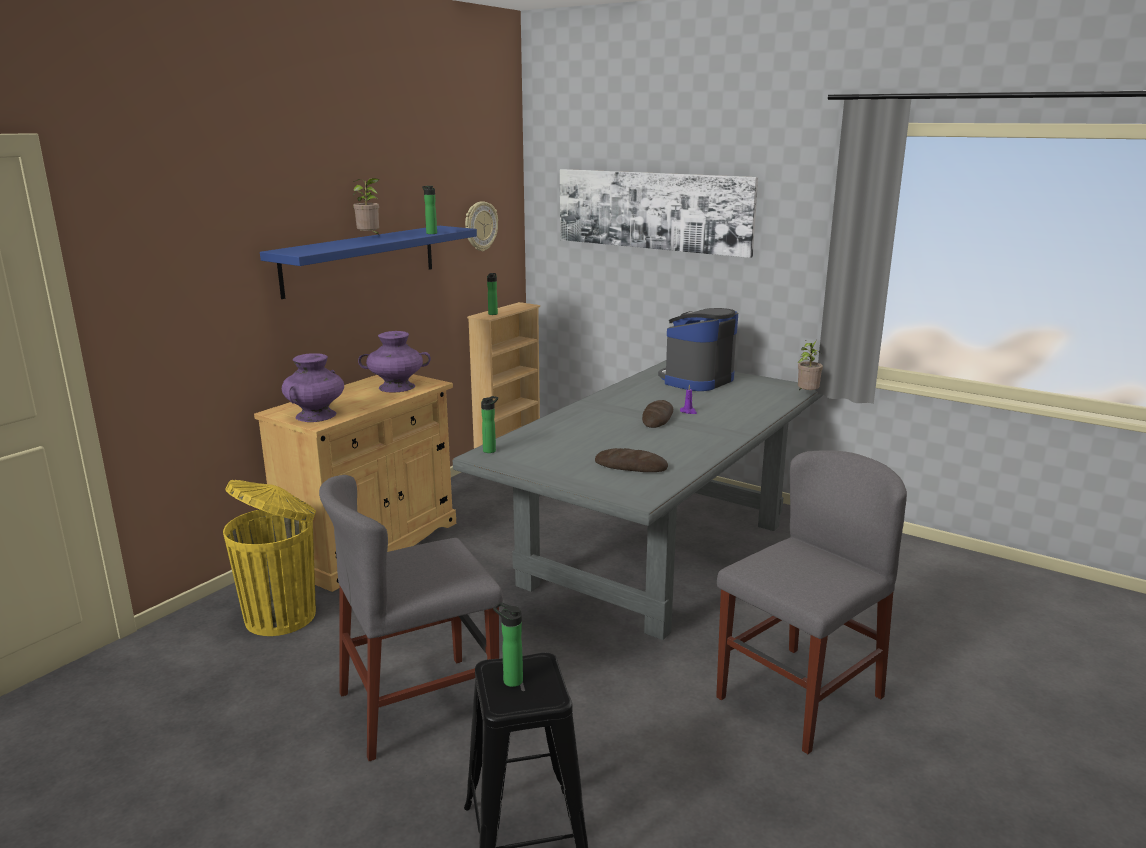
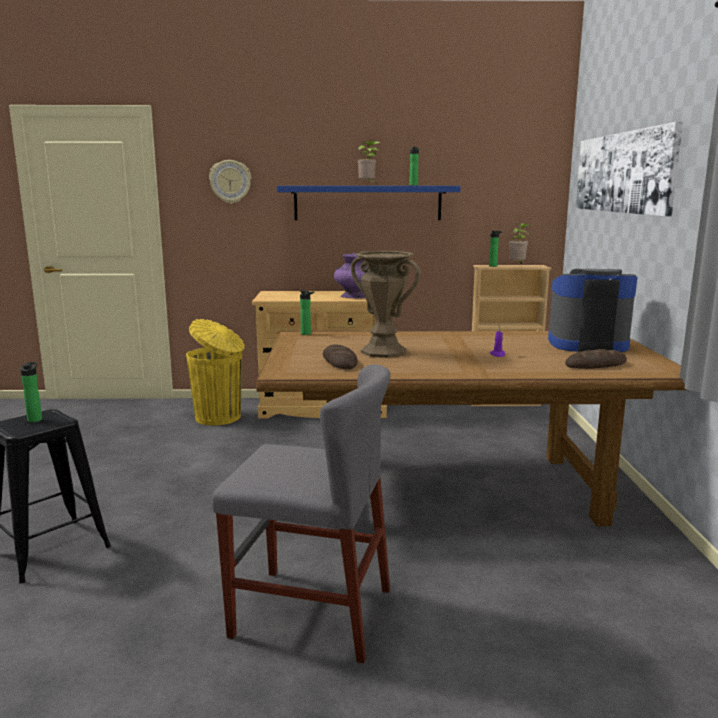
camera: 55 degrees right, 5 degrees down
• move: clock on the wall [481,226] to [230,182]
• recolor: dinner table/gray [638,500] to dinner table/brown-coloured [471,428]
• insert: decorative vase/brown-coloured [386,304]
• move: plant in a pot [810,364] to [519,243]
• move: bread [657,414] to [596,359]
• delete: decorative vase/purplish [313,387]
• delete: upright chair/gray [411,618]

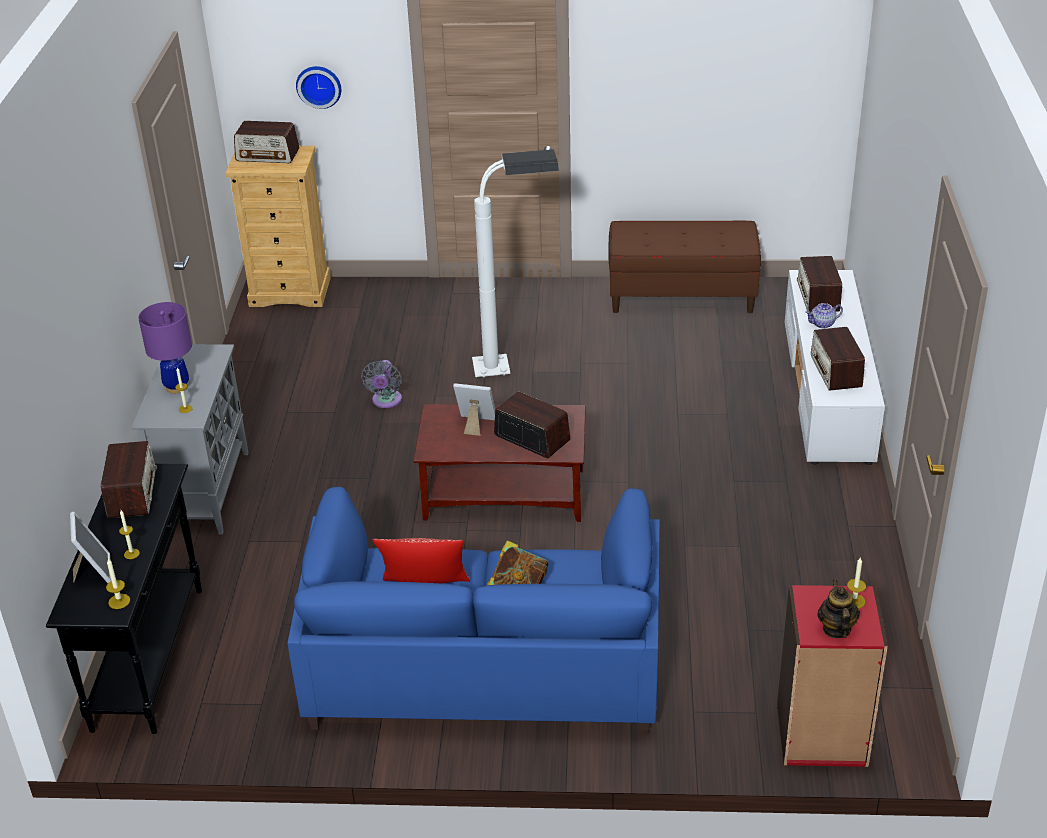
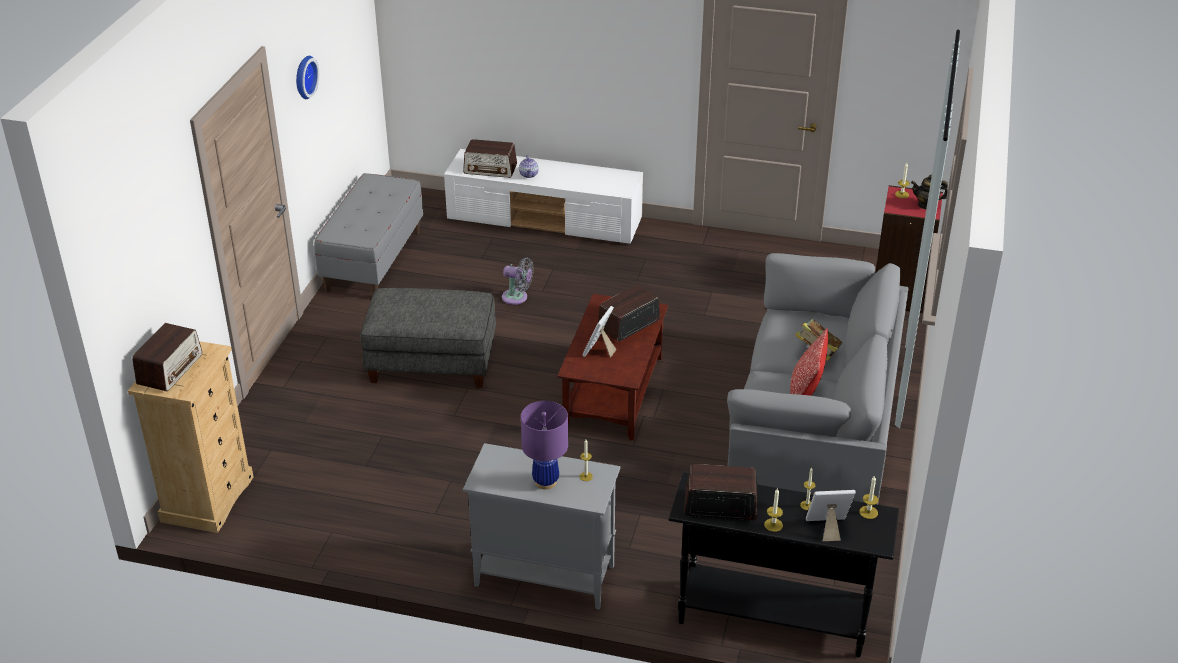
camera: 80 degrees left, 0 degrees up
• move: clock on the wall [318,87] to [307,77]
• recolor: bench/brown-coloured [684,266] to bench/gray [368,234]
• replace: floor lamp/whitish [515,263] to footrest/gray [428,338]
• move: cooling fan/gray [381,384] to [518,281]
• recolor: settee/bluish [473,611] to settee/gray [818,379]
• insert: wax candle [773,510]
• delete: radio set [838,359]

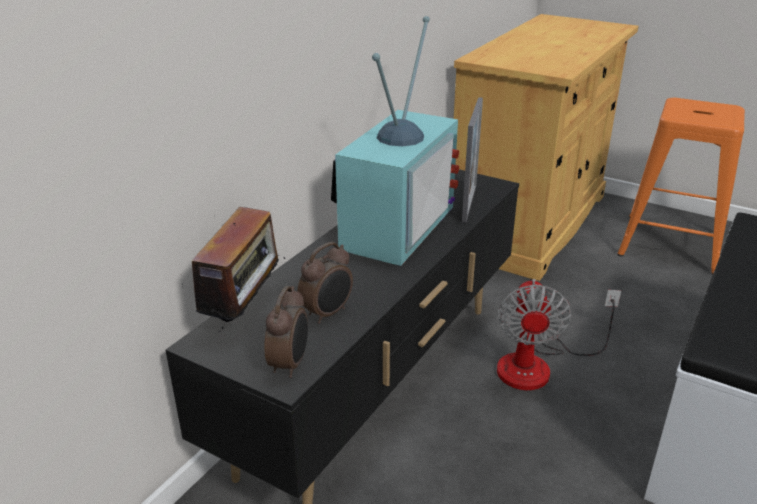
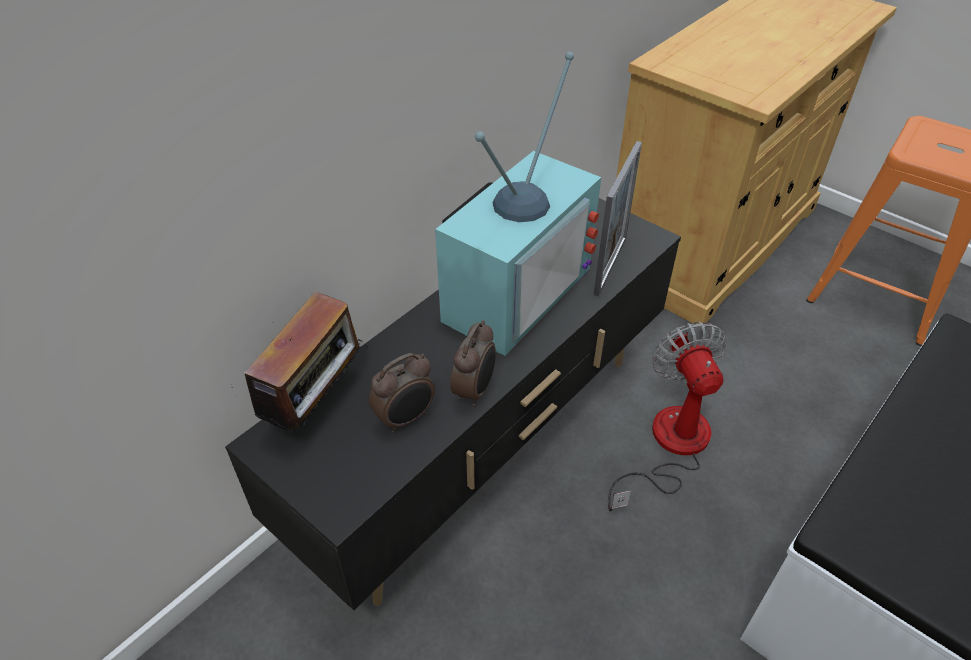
camera: 10 degrees right, 15 degrees up
• move: table clock [286,332] to [473,363]
• rotate: cooling fan [559,334] = [667,417] 150 degrees clockwise

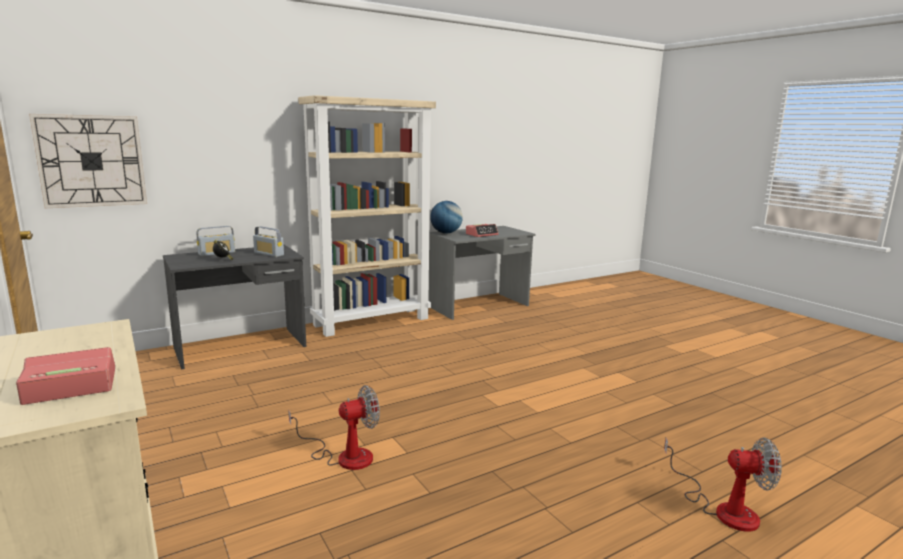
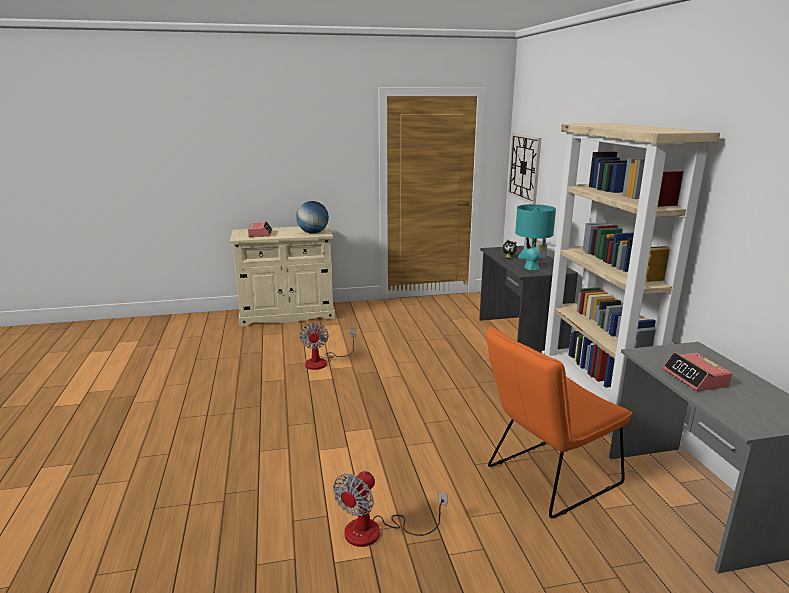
camera: 110 degrees right, 5 degrees up
• move: world globe [446,217] to [312,217]
• move: cooling fan [723,484] to [390,509]
• insert: upright chair/orangey [559,422]
• replace: radio set [268,241] to table lamp/blue-green [535,237]

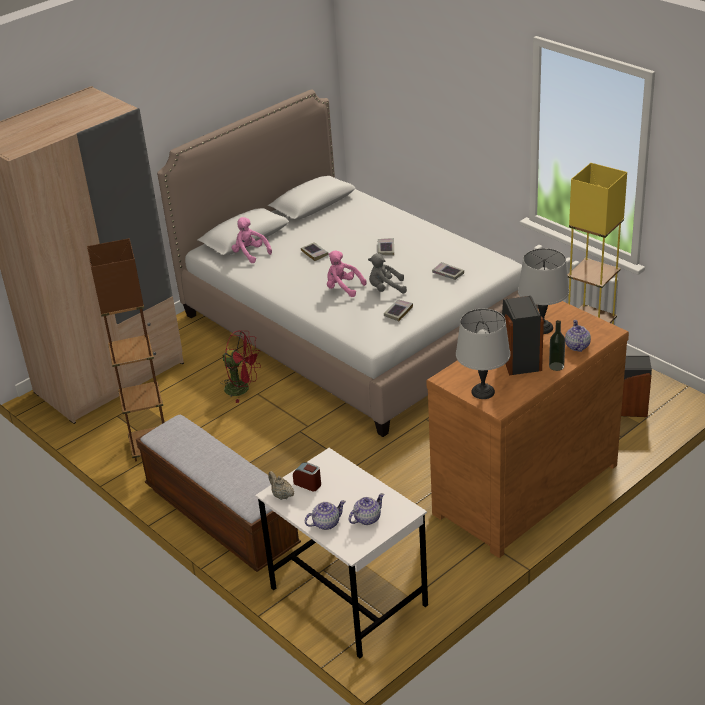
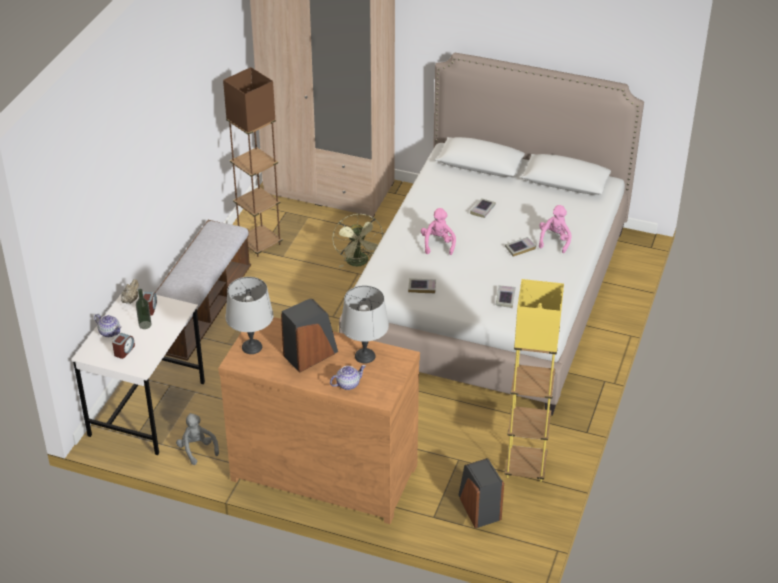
camera: 60 degrees right, 5 degrees up
• replace: tea pot [366,509] to table clock [123,346]
• move: drink bottle [557,345] to [143,309]
• move: cuddly toy/gray [387,273] to [197,439]
• recolor: cooling fan/reddish [241,366] to cooling fan/green-coloured [357,240]
• move: cuddly toy/pinkish [252,240] to [555,229]

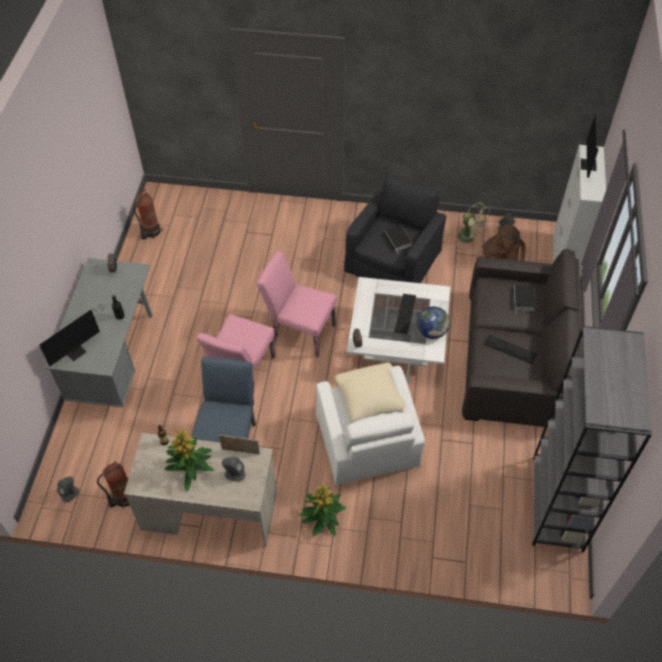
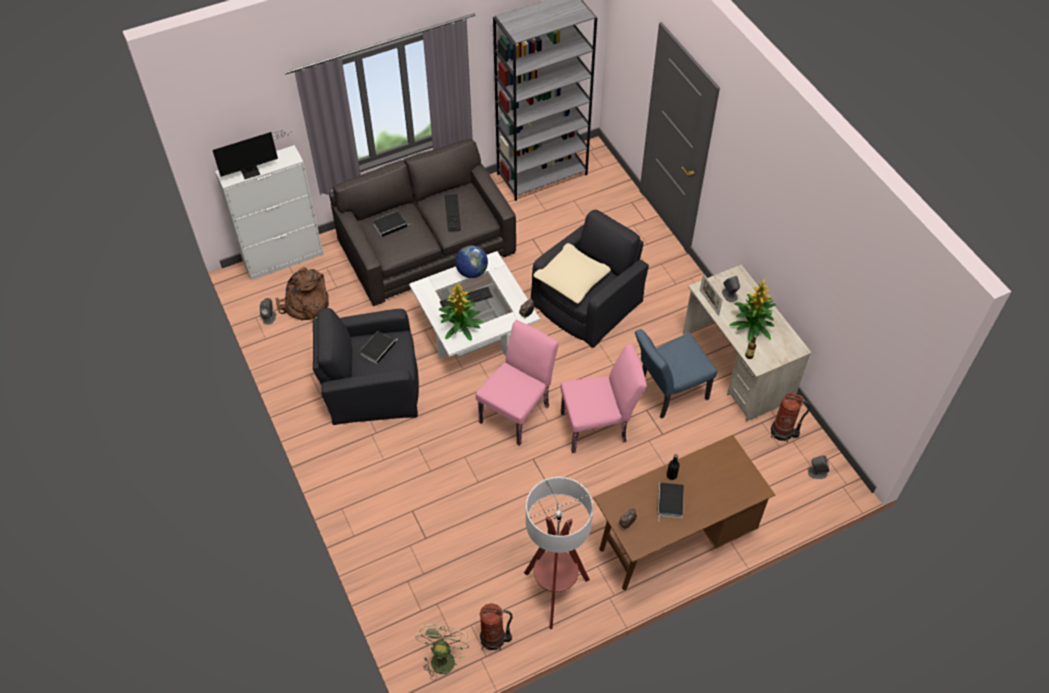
camera: 125 degrees left, 0 degrees up
• move: cooling fan/green-coloured [473,225] to [442,652]
• move: plant in a pot [323,509] to [461,311]
• rotate: upright chair/pinkish [297,304] = [517,383] 135 degrees counterclockwise
• insert: floor lamp [558,553]
• recolor: armchair/whitish [370,426] to armchair/blackish [590,279]
• recolor: desk table/gray [98,333] to desk table/brown-coloured [684,512]
• insert: book [670,502]
• delete: monitor [72,335]

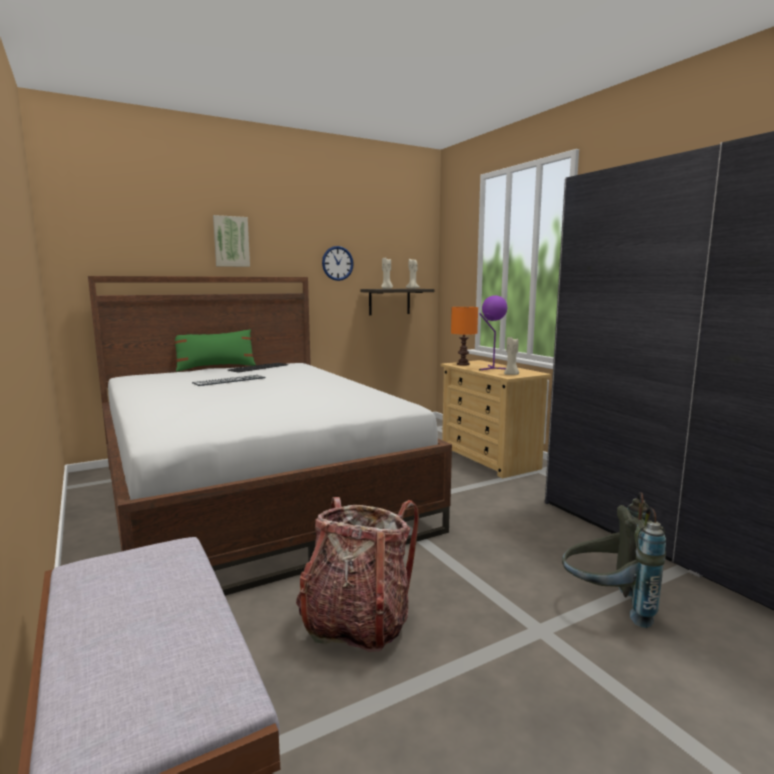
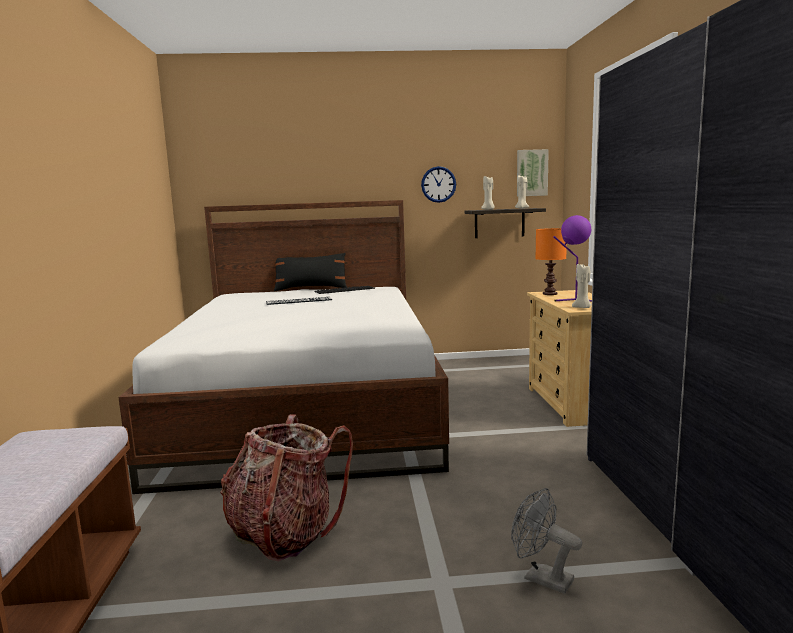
camera: 25 degrees right, 0 degrees up
• recolor: throw pillow/green-coloured [215,350] to throw pillow/blackish [310,272]
• replace: backpack/gray [614,560] to cooling fan/gray [546,541]
• move: wall art [231,241] to [533,173]

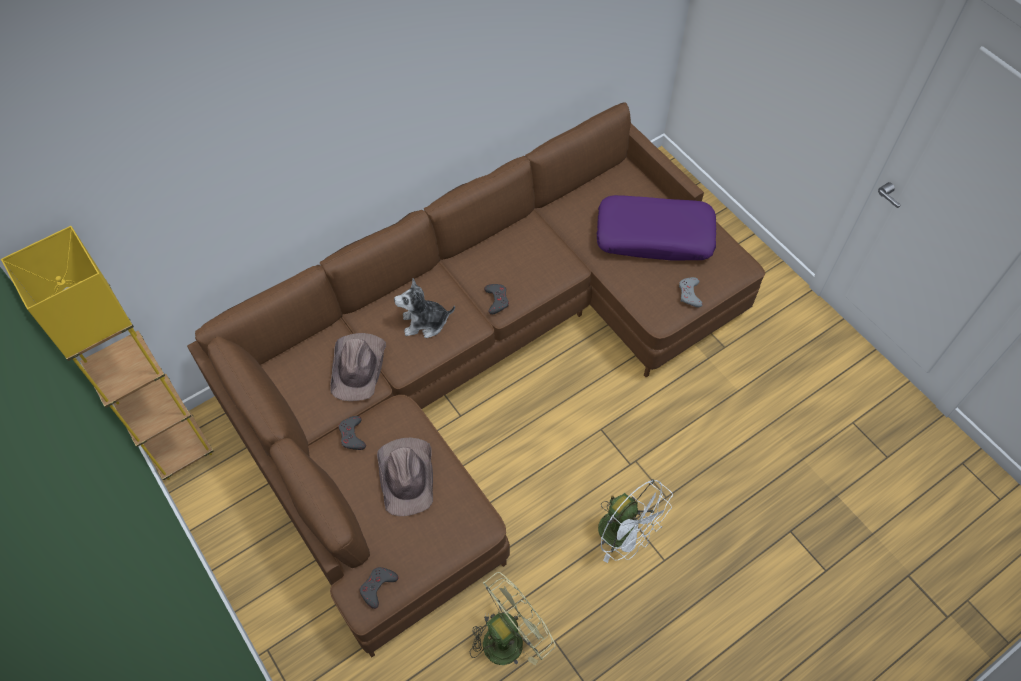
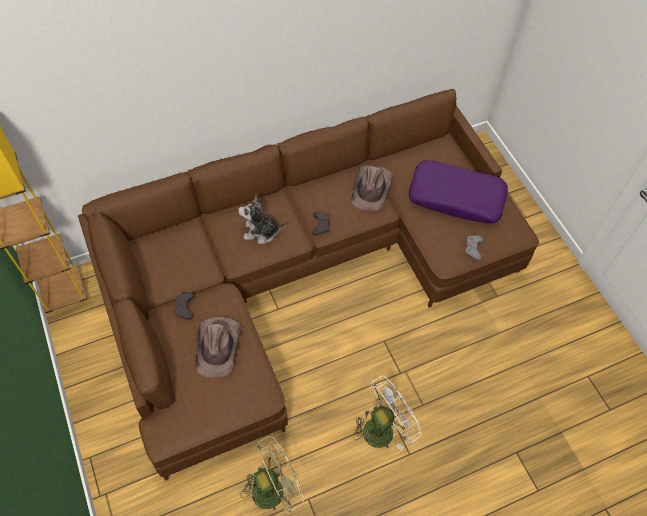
camera: 10 degrees right, 0 degrees up
• move: hat/brown-coloured [358,367] to [373,188]
• rotate: cooling fan/whitish [635,521] = [387,413] 90 degrees counterclockwise
• delete: joypad/gray [379,588]

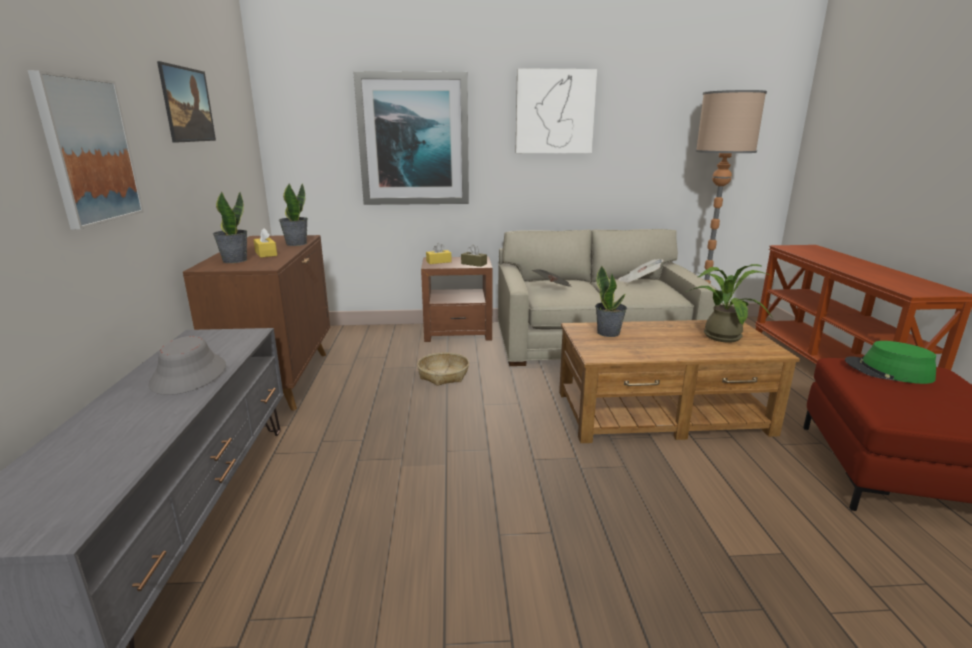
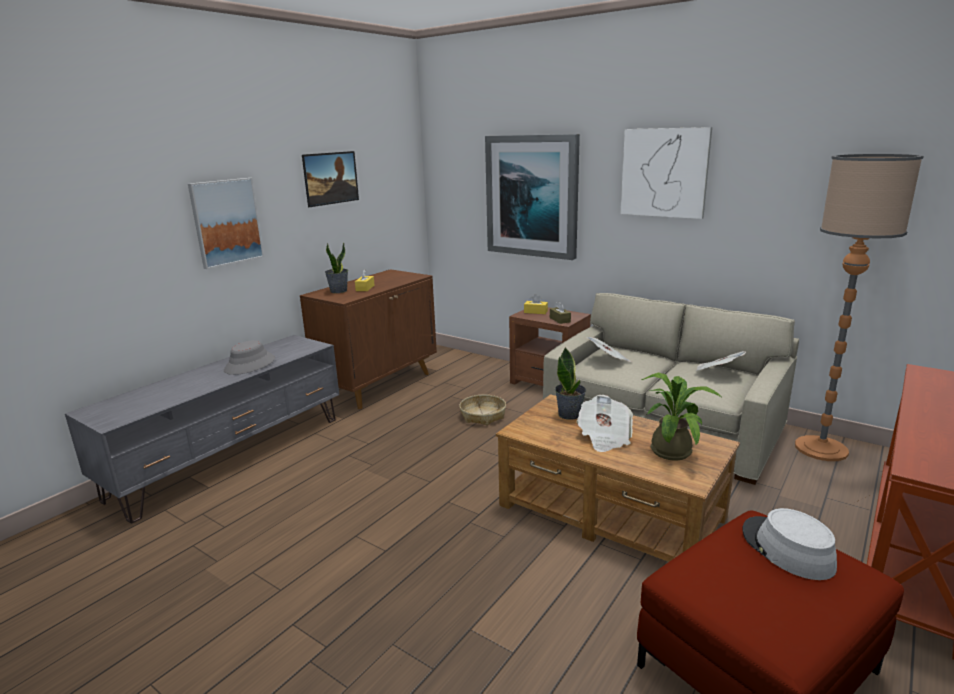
camera: 40 degrees right, 0 degrees up
• insert: printed paper [605,423]
• recolor: hat/green-coloured [890,362] to hat/gray [789,544]
• delete: plant in a pot [293,214]

